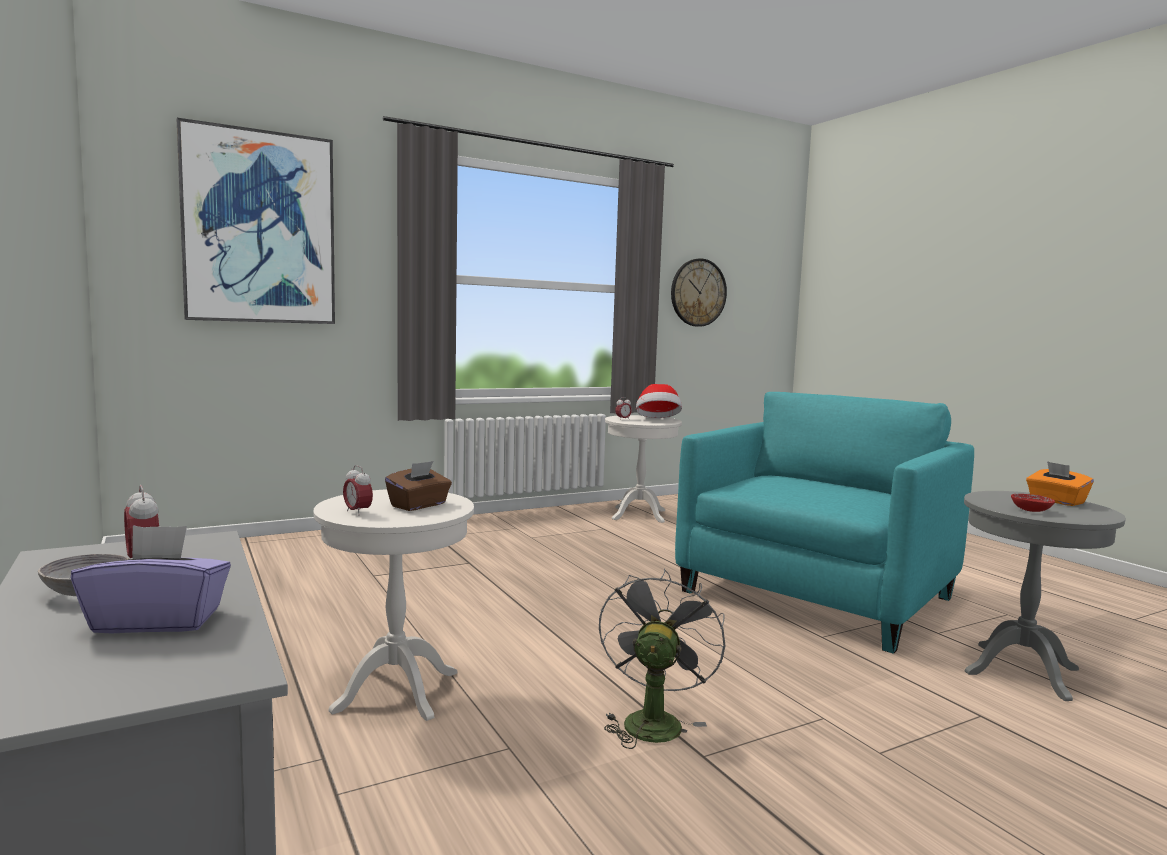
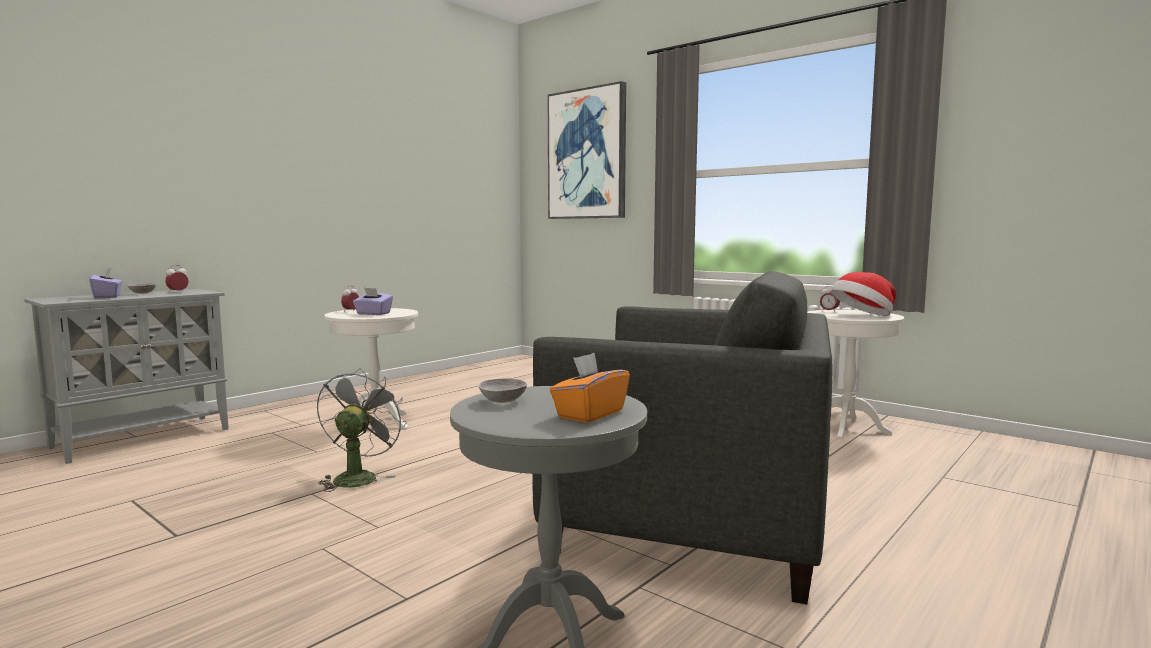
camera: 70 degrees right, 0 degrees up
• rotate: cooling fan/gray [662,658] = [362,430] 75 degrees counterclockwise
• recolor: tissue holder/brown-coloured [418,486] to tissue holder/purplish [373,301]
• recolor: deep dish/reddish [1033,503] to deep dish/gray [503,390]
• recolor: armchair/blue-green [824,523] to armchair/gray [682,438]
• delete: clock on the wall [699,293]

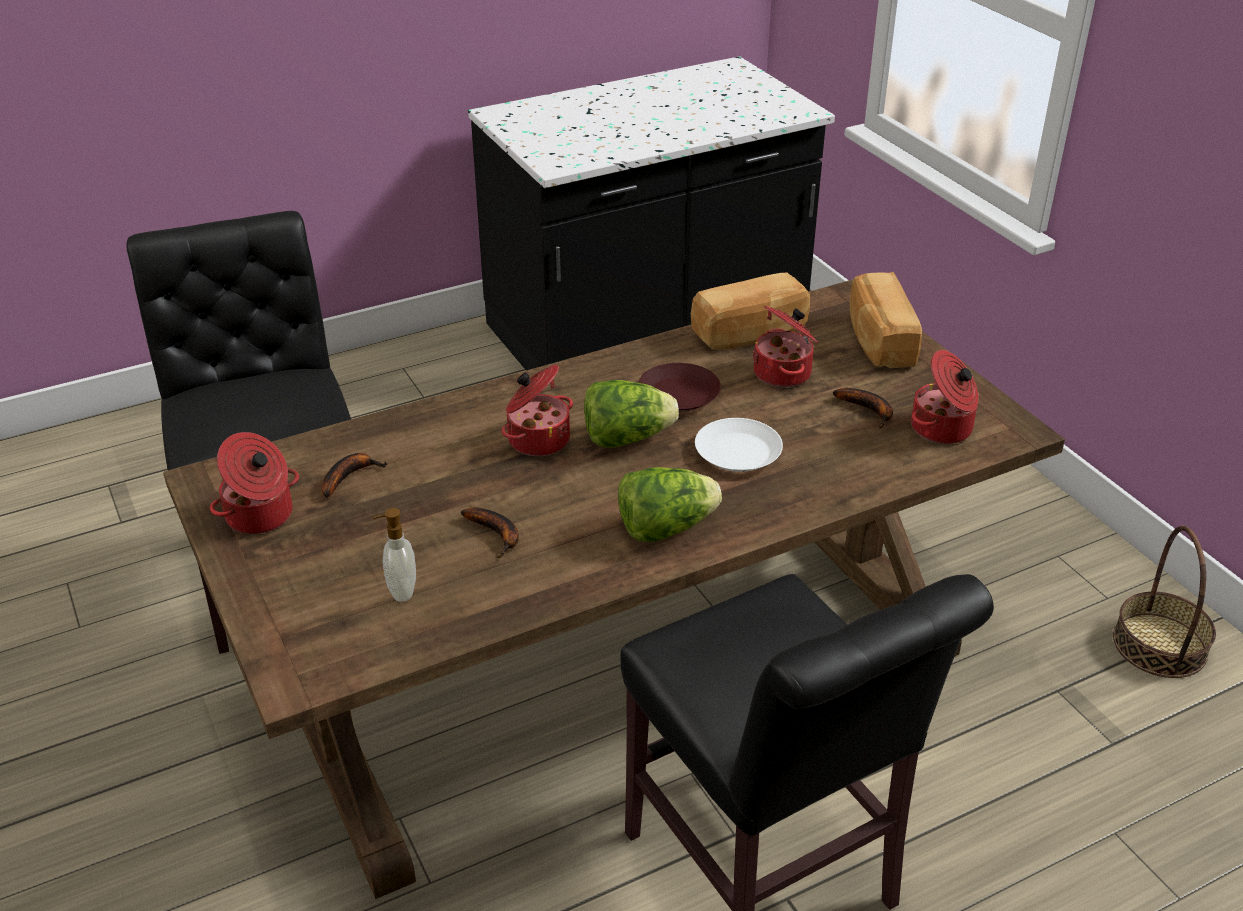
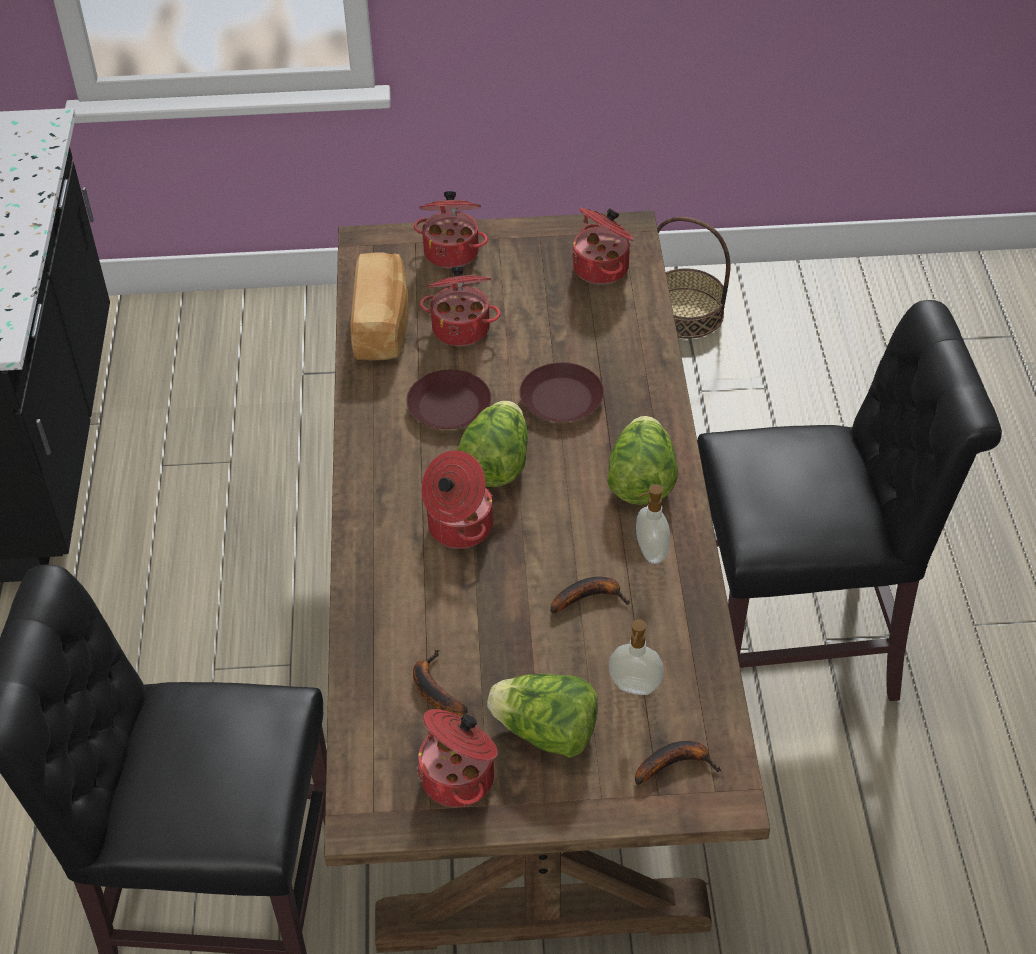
camera: 65 degrees left, 10 degrees up
• replace: bread [886,320] to stockpot [451,229]
• insert: lettuce head [542,716]
• recolor: flat dish/whitish [739,445] to flat dish/brown-coloured [562,392]
• move: banana fruit [863,408] to [678,763]
• insert: liquid soap bottle [653,524]

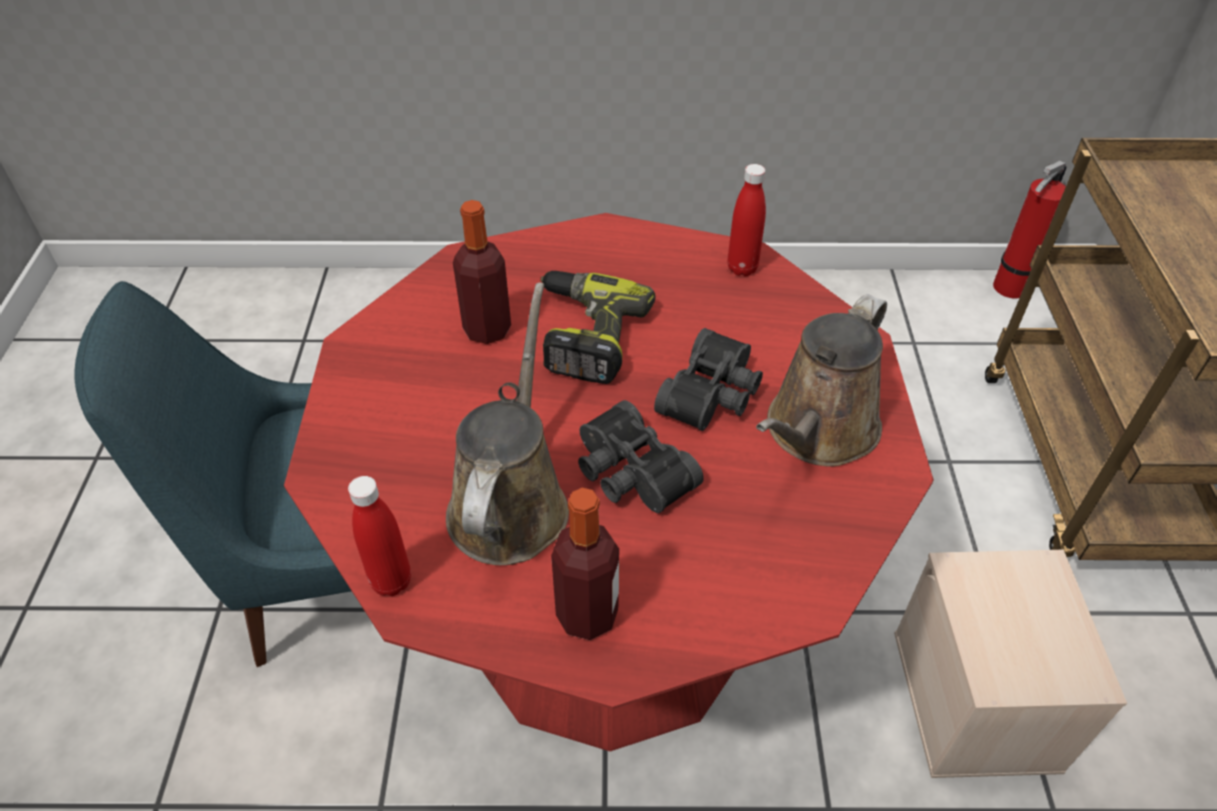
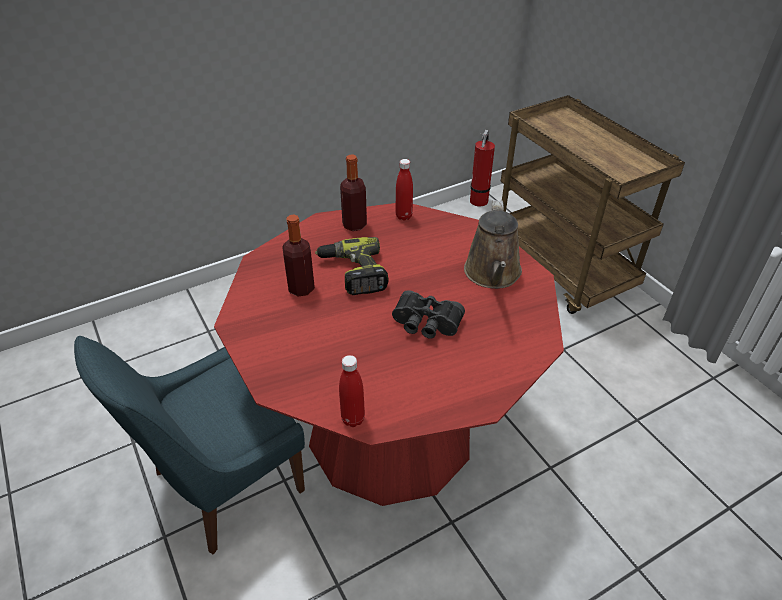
camera: 30 degrees left, 5 degrees down
• move: drink bottle [585,564] to [353,192]
• delete: watering can/brown-coloured [507,424]
• delete: pair of binoculars/blackish [708,379]
• delete: storage box/beige-coloured [1010,664]

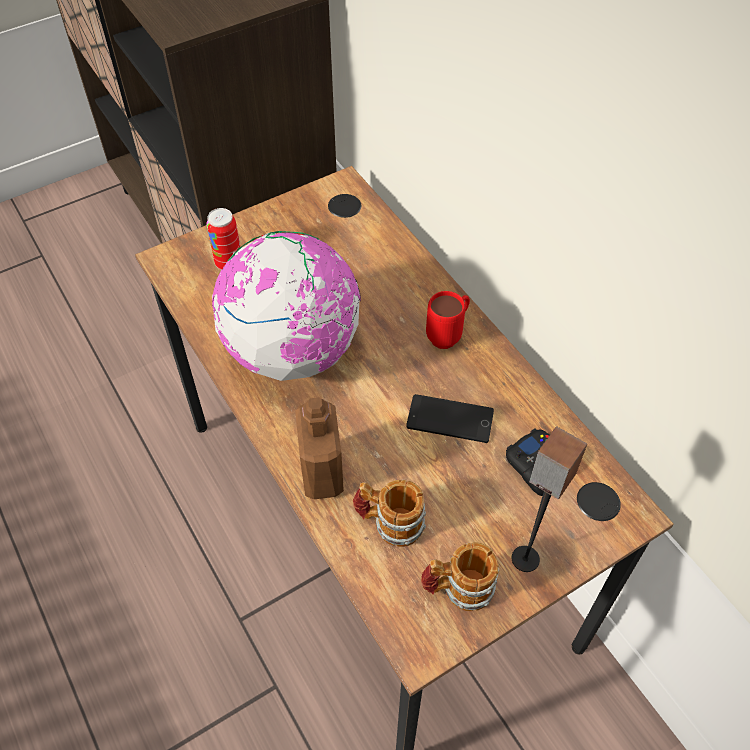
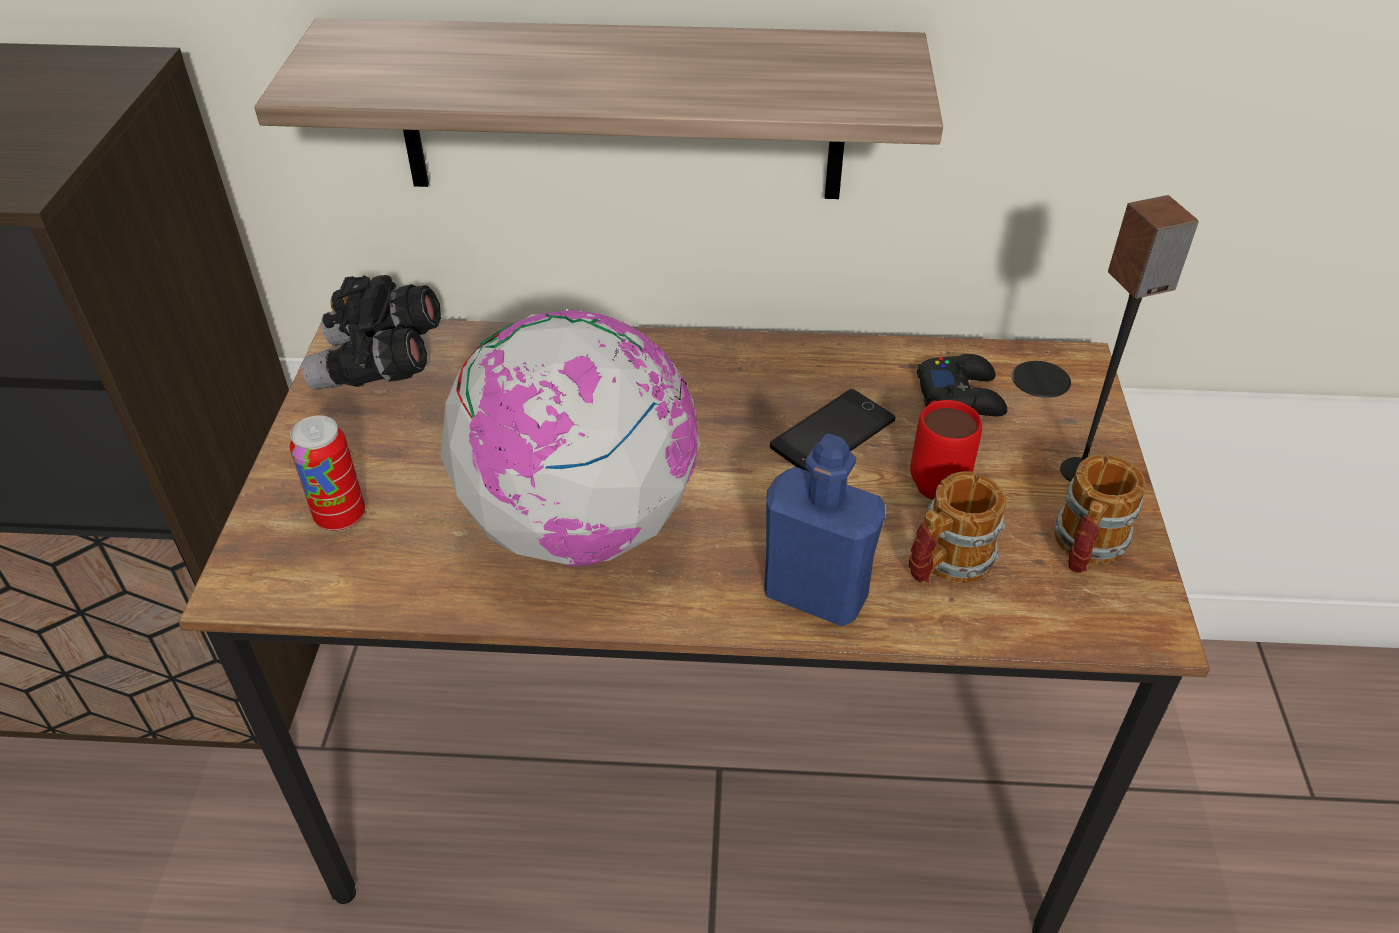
camera: 55 degrees left, 10 degrees down
• insert: bracket shelf [599,108]
• insert: pair of binoculars/blackish [371,332]
• recolor: drink bottle/brown-coloured [319,448] to drink bottle/bluish [824,530]
• move: mug/reddish [448,320] to [946,450]

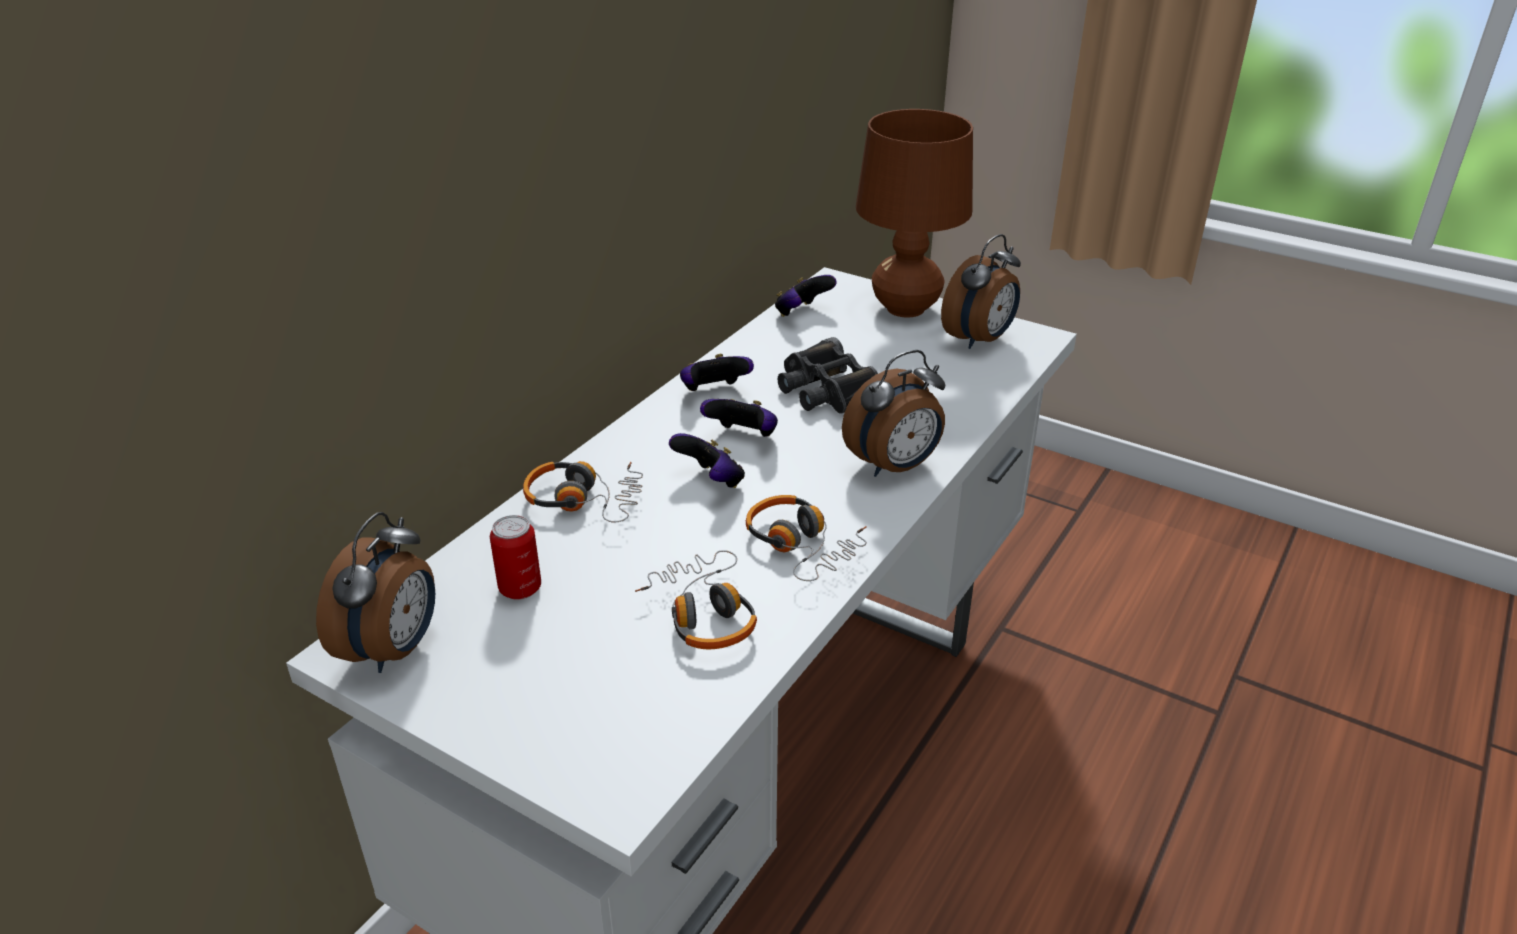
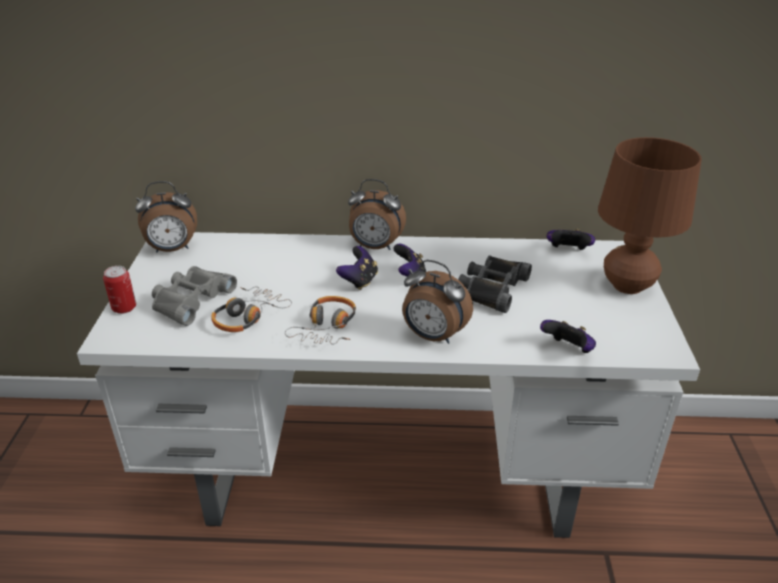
camera: 60 degrees right, 0 degrees up
• move: sealed can [515,557] to [119,290]
• insert: pair of binoculars/gray [194,296]
• move: table clock [981,291] to [377,214]
• move: joypad [717,372] to [568,336]
• delete: headset [583,492]

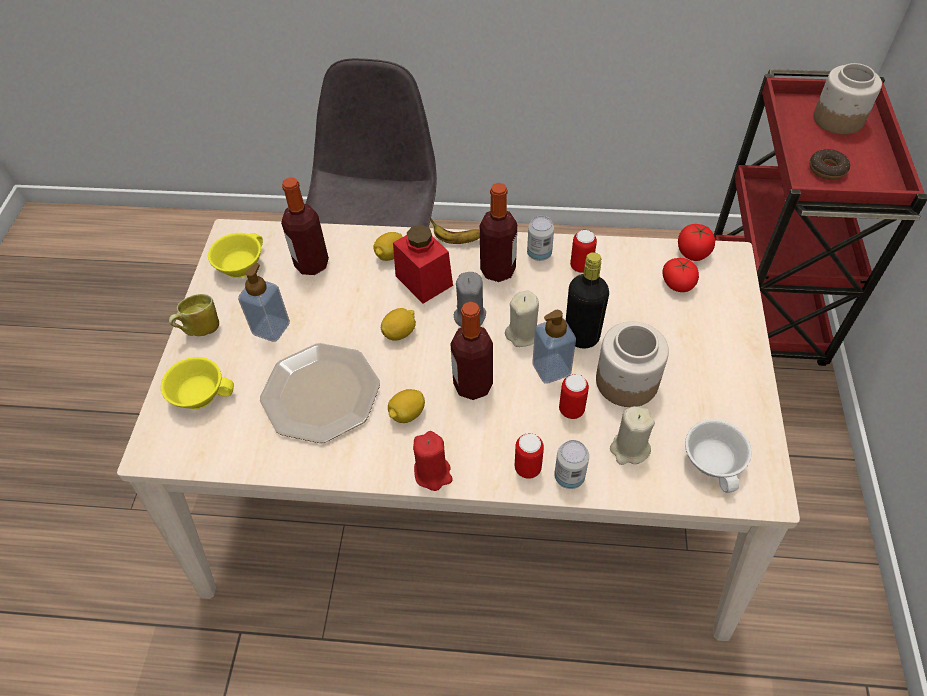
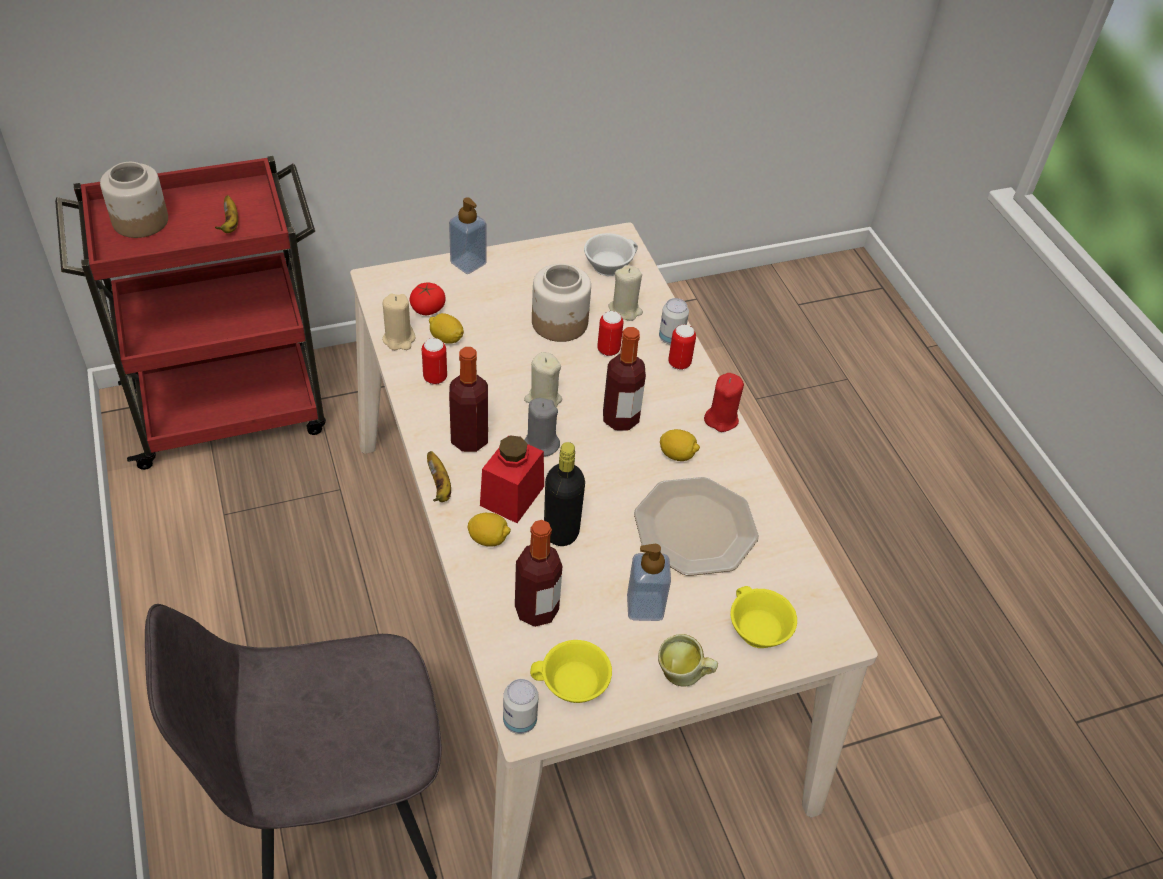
camera: 120 degrees left, 5 degrees down
• replace: ring doughnut [829,164] to banana fruit [226,214]
• insert: wax candle/beige-coloured [398,322]
• move: whole lemon [398,324] to [446,328]
• move: liquid soap bottle [554,347] to [467,235]
• move: sealed can [540,238] to [521,706]
• move: drink bottle/blackish [587,300] to [564,494]
• delete: fresh tomato [696,242]

